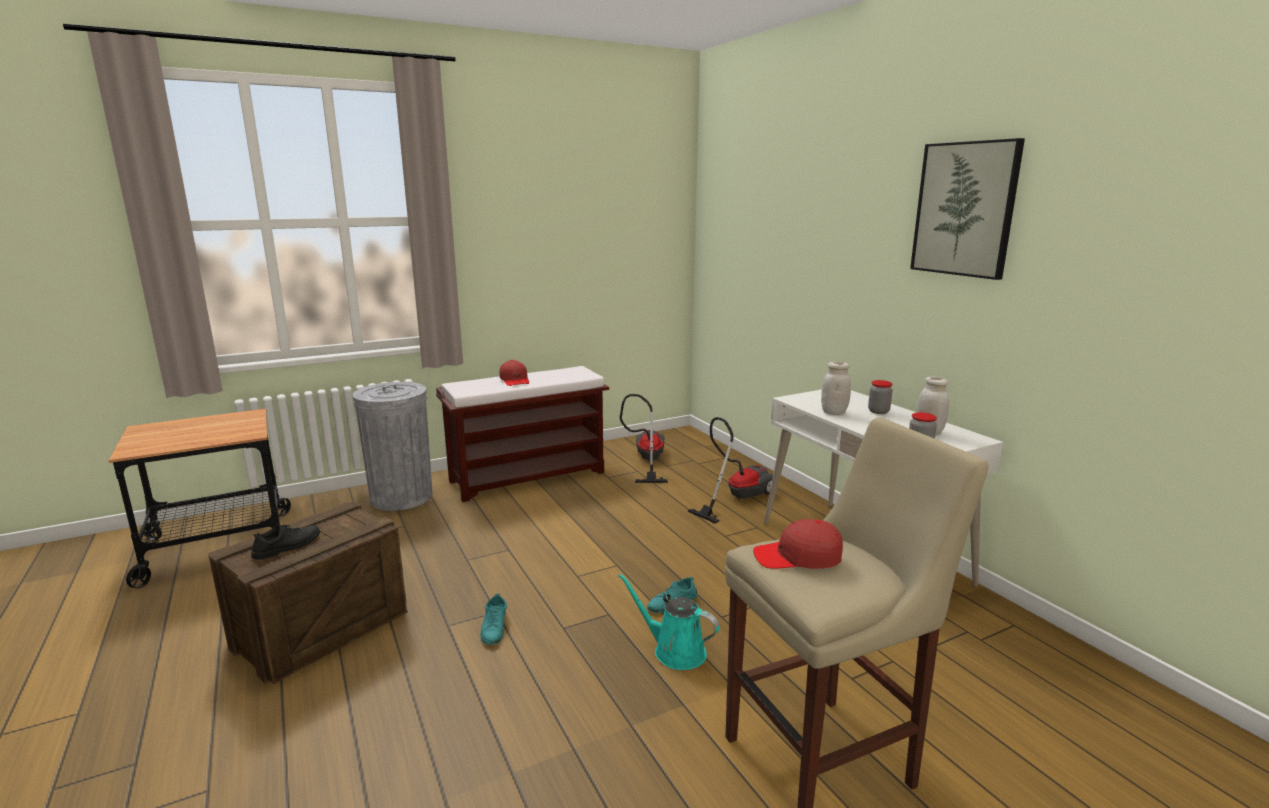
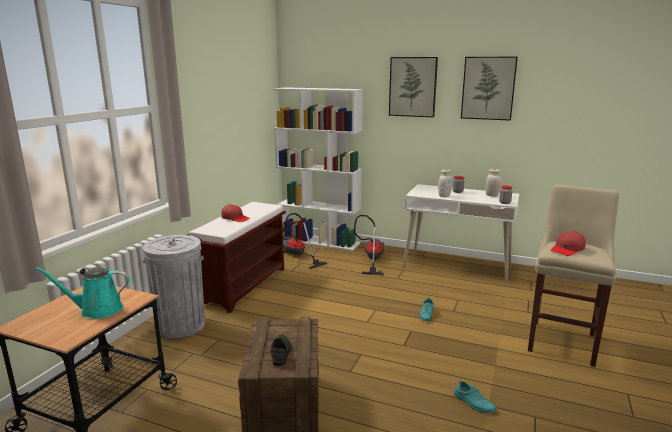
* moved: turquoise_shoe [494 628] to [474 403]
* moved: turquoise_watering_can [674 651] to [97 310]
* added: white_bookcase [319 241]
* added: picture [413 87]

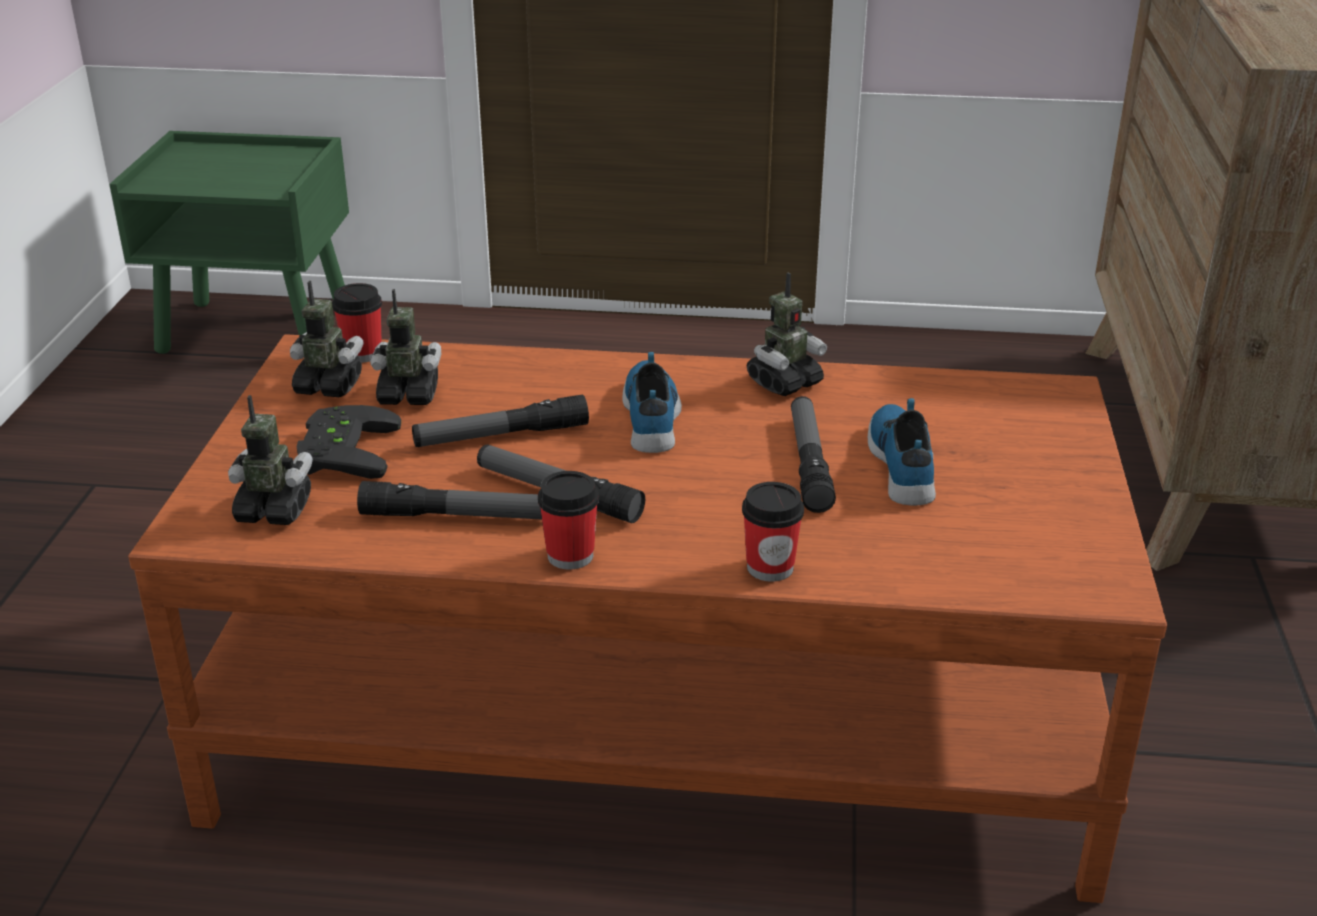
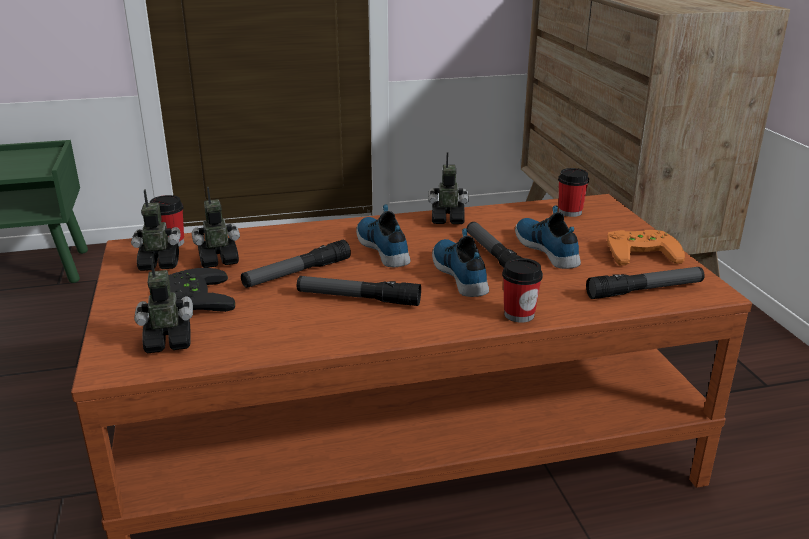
* moved: flashlight [456 516] to [645 290]
* moved: cup [570 556] to [570 212]
* turned: toy_robot [784 382] = [447 220] 120 degrees counterclockwise
* added: shoe [461 273]
* added: orange_game_controller [640 251]

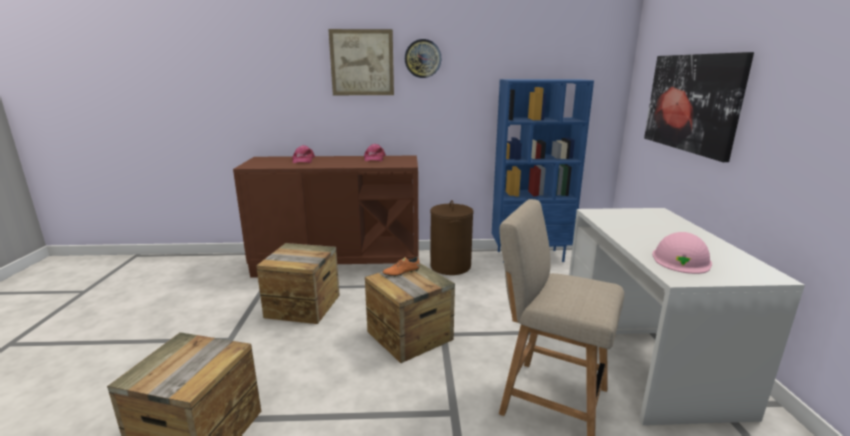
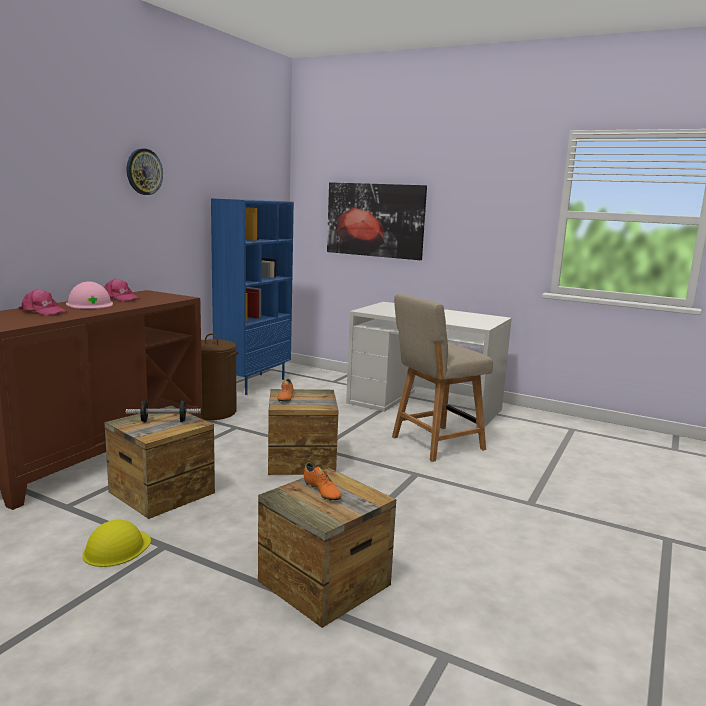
* removed: picture [362 63]
* moved: pink_hard_hat [681 259] to [90 304]
* added: yellow_hard_hat [116 548]
* added: dumbbell [164 421]
* added: orange_shoe [321 492]

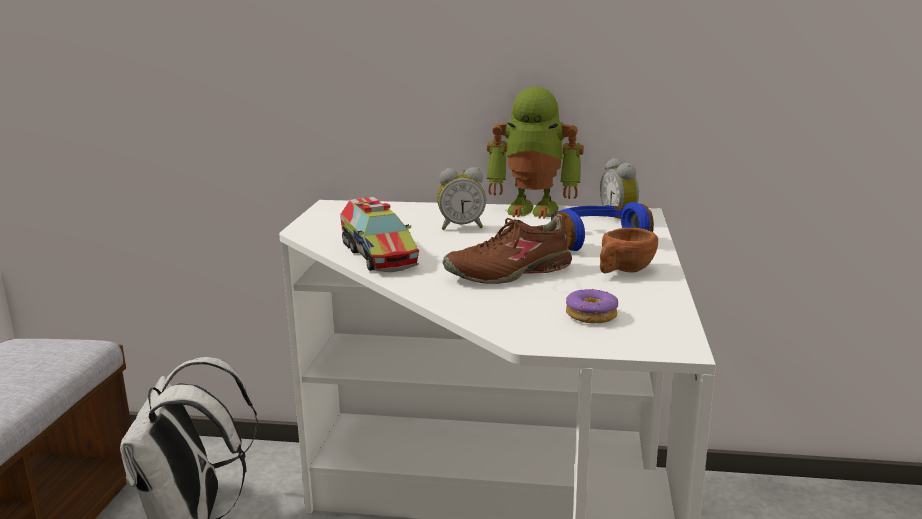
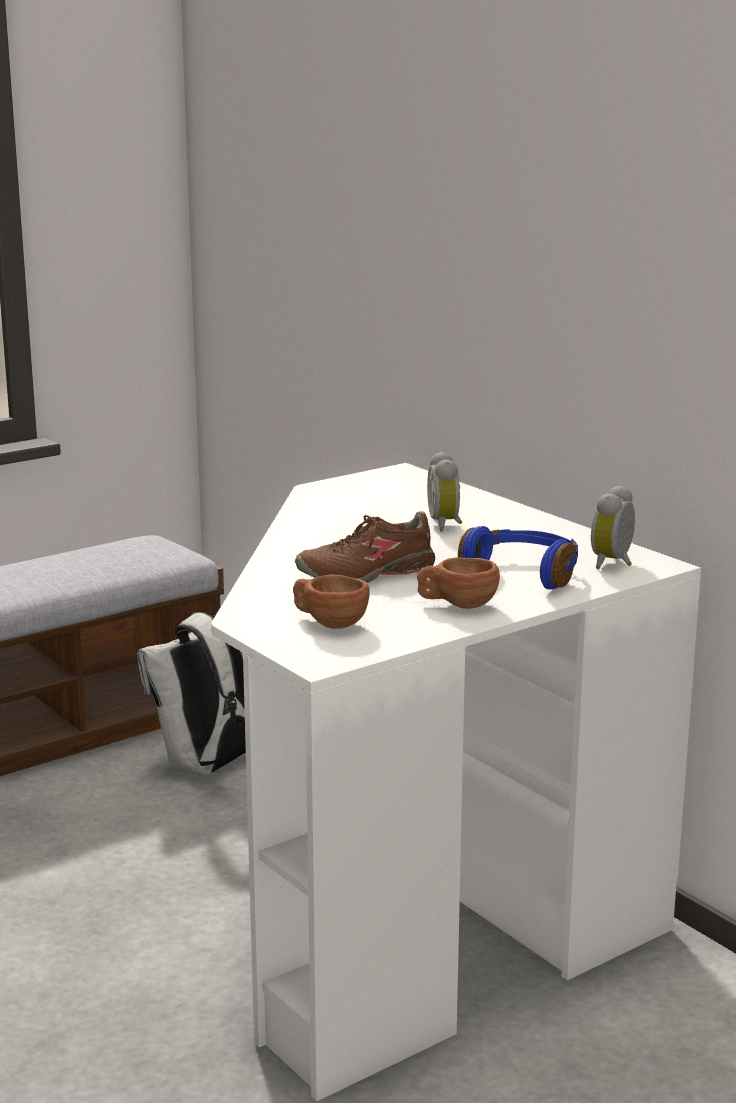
* removed: toy_truck [378 254]
* turned: alarm_clock [461 227] = [446 524] 45 degrees clockwise
* turned: brown_shoe [509 273] = [367 573] 45 degrees counterclockwise
* removed: toy_robot [534 209]
* replaced: donut [592 315] to brown_cup [329 623]

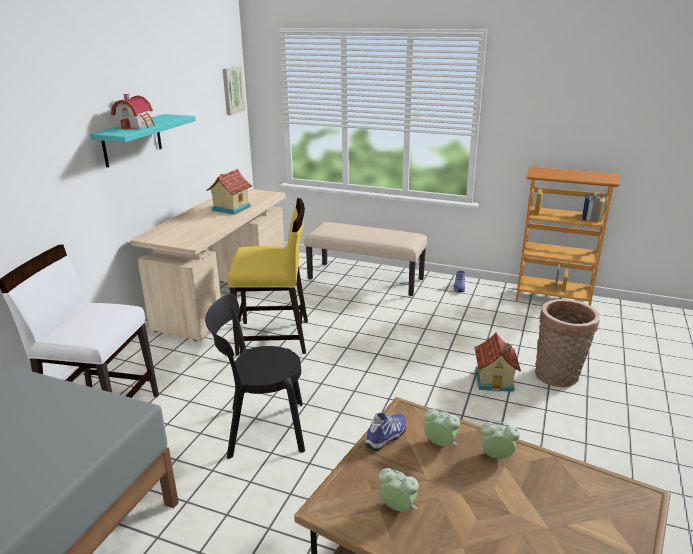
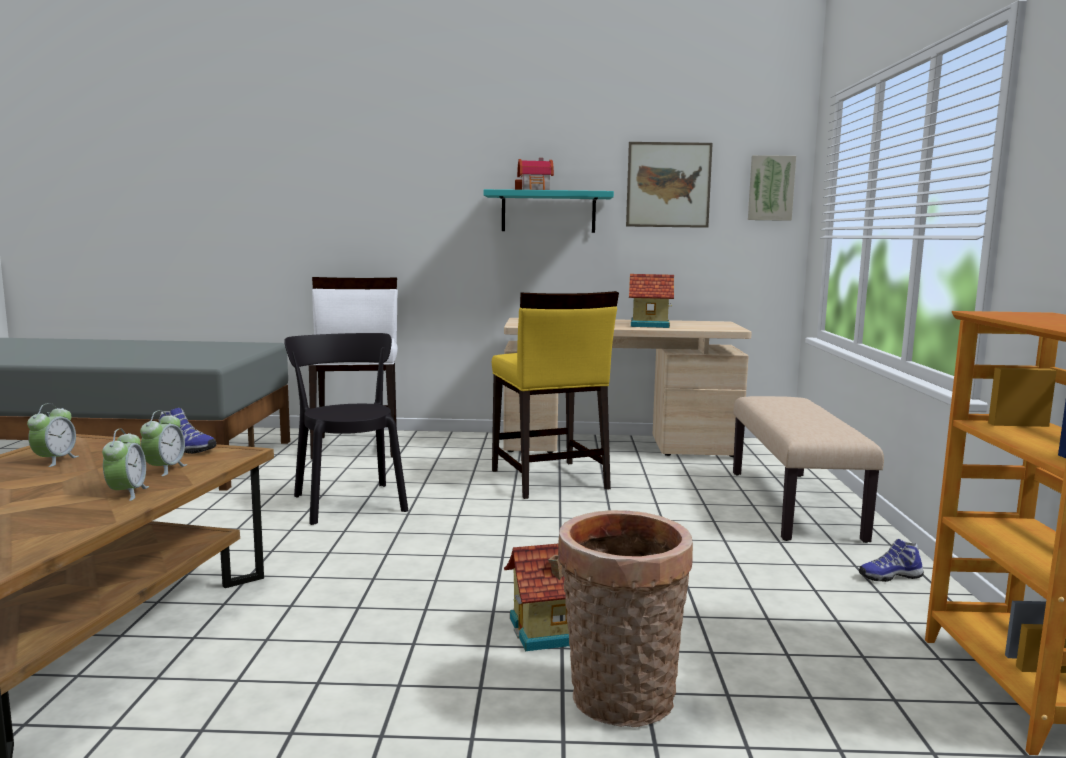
* added: picture [668 185]

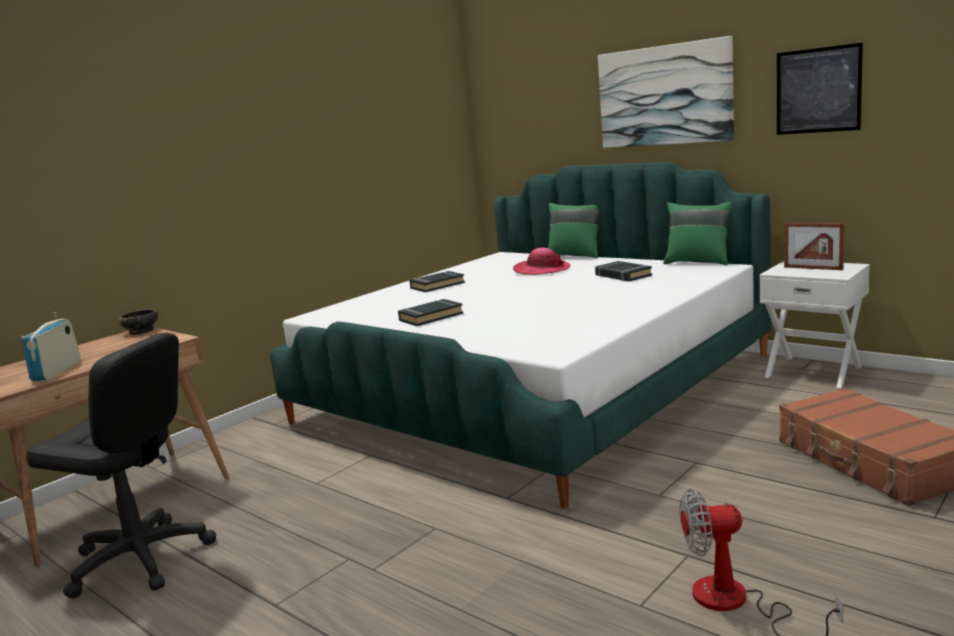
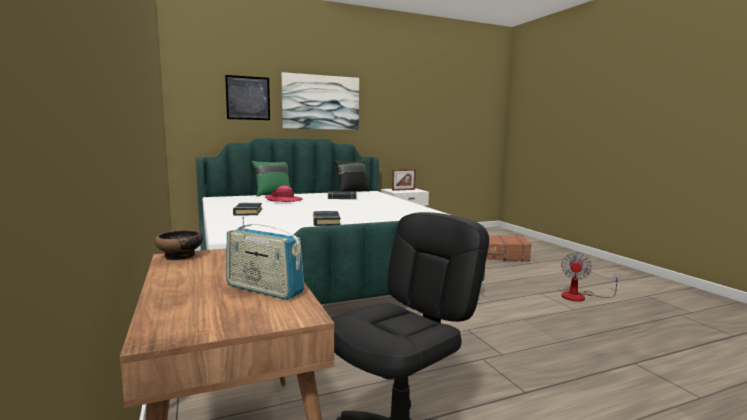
* recoloured: green_pillow [698 262] to black_pillow [351 191]
* moved: picture [818 90] to [248 98]

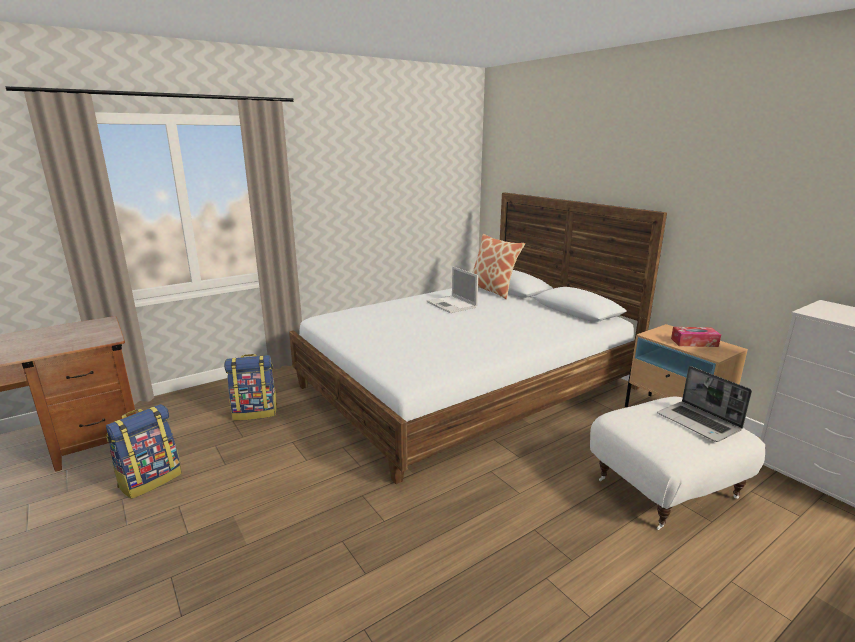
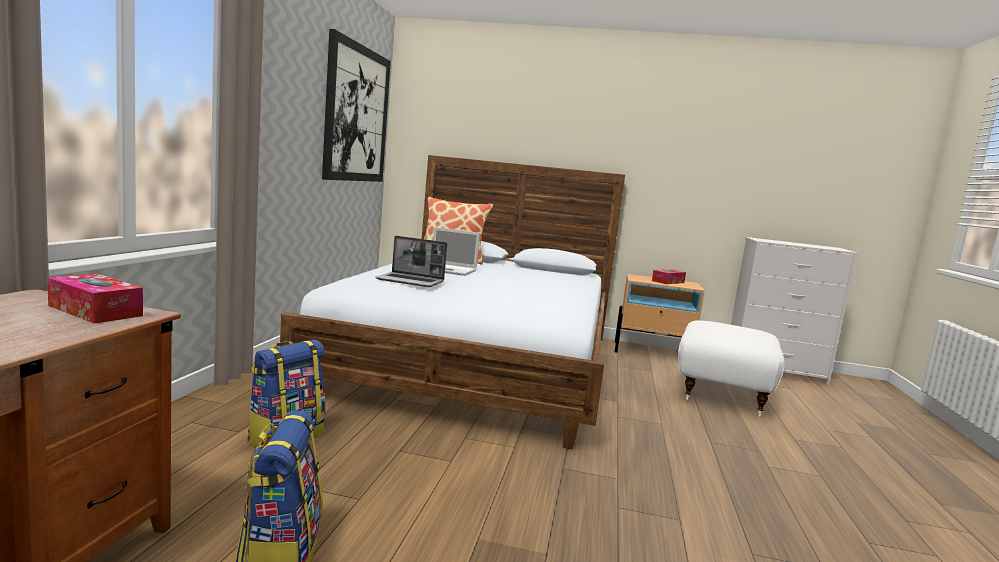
* moved: laptop [699 423] to [411 281]
* added: tissue_box [95 311]
* added: picture [357 114]

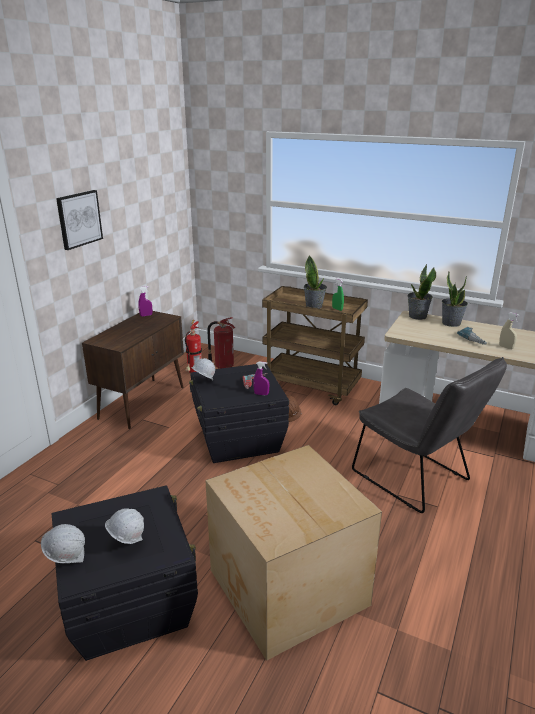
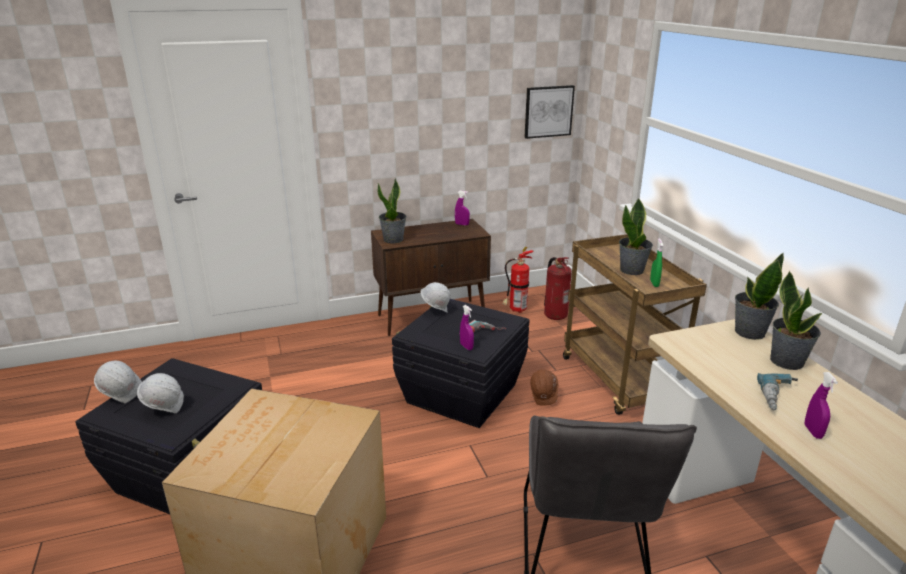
* moved: picture [79 219] to [548 111]
* recoloured: beige_spray_bottle [506 347] to purple_spray_bottle [813 432]
* added: potted_plant [393 239]

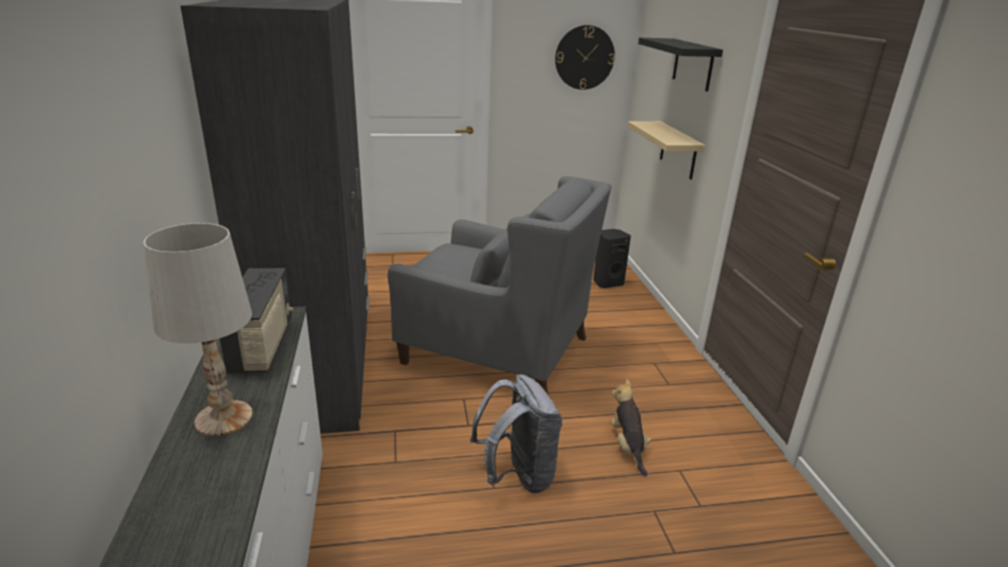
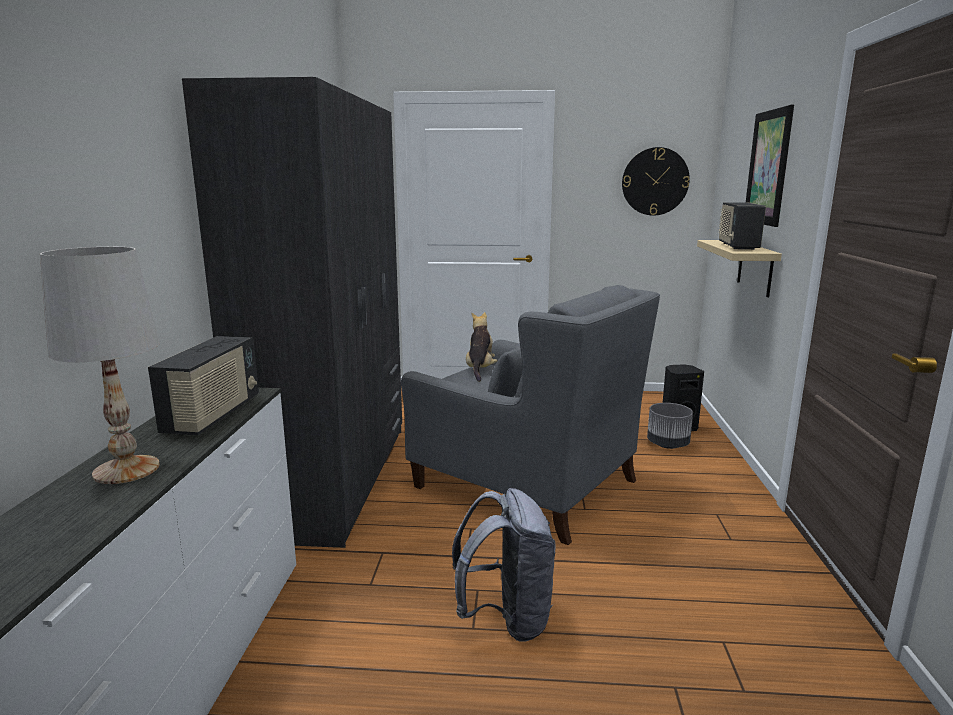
* moved: plush_toy [628 446] to [480 369]
* replaced: black_shelf [693 64] to picture [768 167]
* added: grey_planter [667 445]
* added: radio [737 246]

